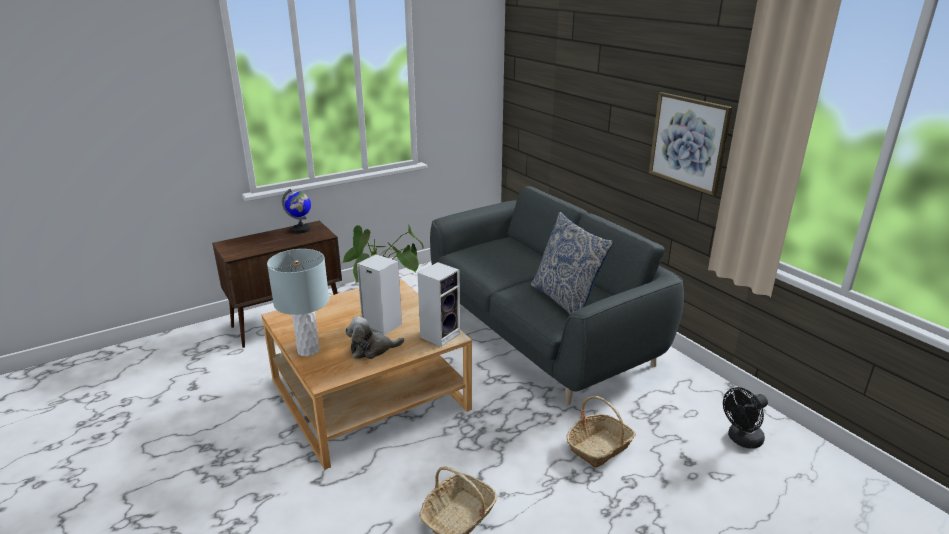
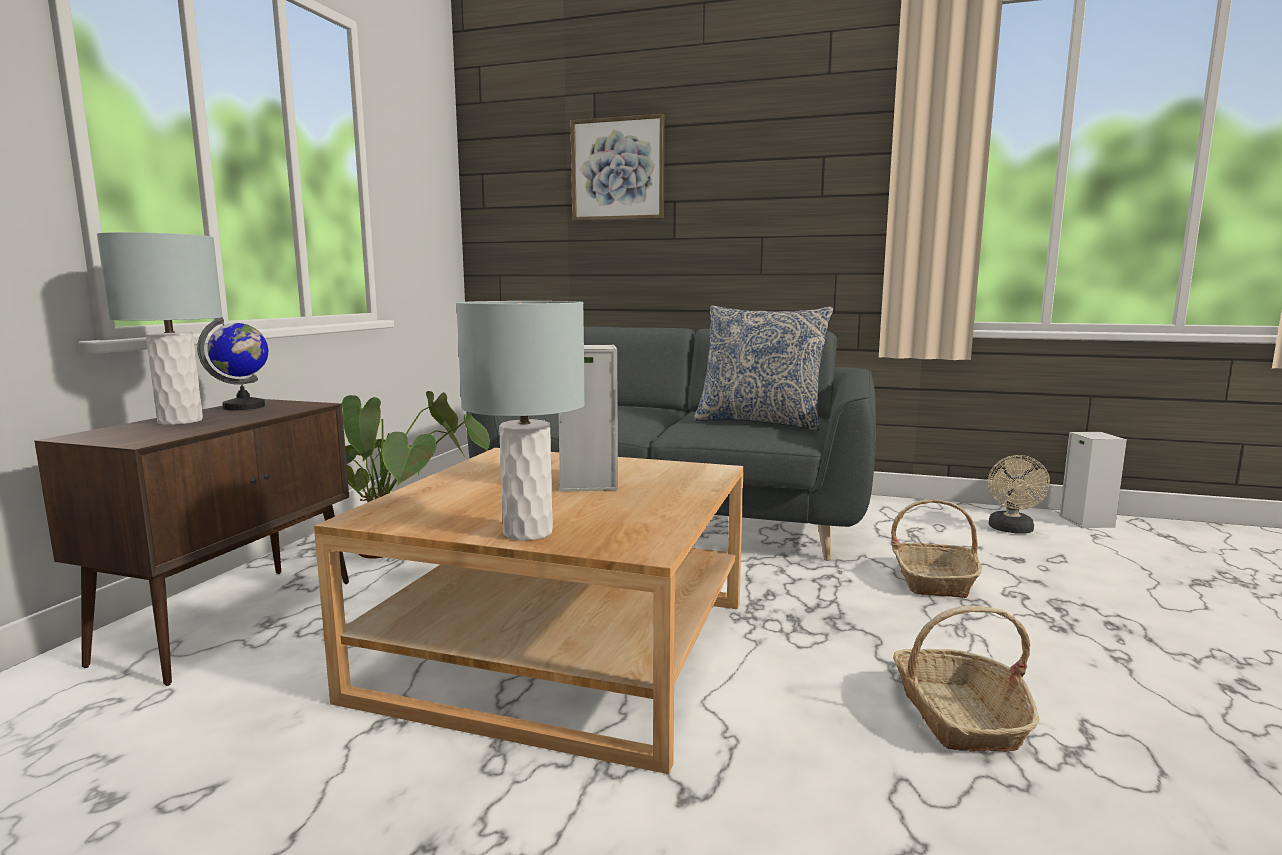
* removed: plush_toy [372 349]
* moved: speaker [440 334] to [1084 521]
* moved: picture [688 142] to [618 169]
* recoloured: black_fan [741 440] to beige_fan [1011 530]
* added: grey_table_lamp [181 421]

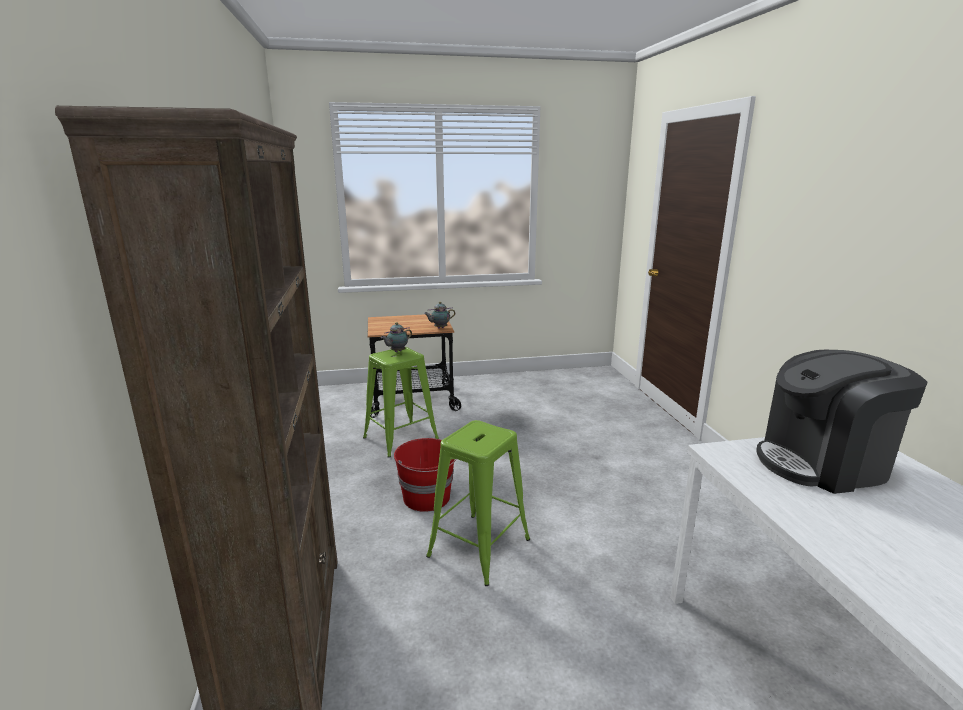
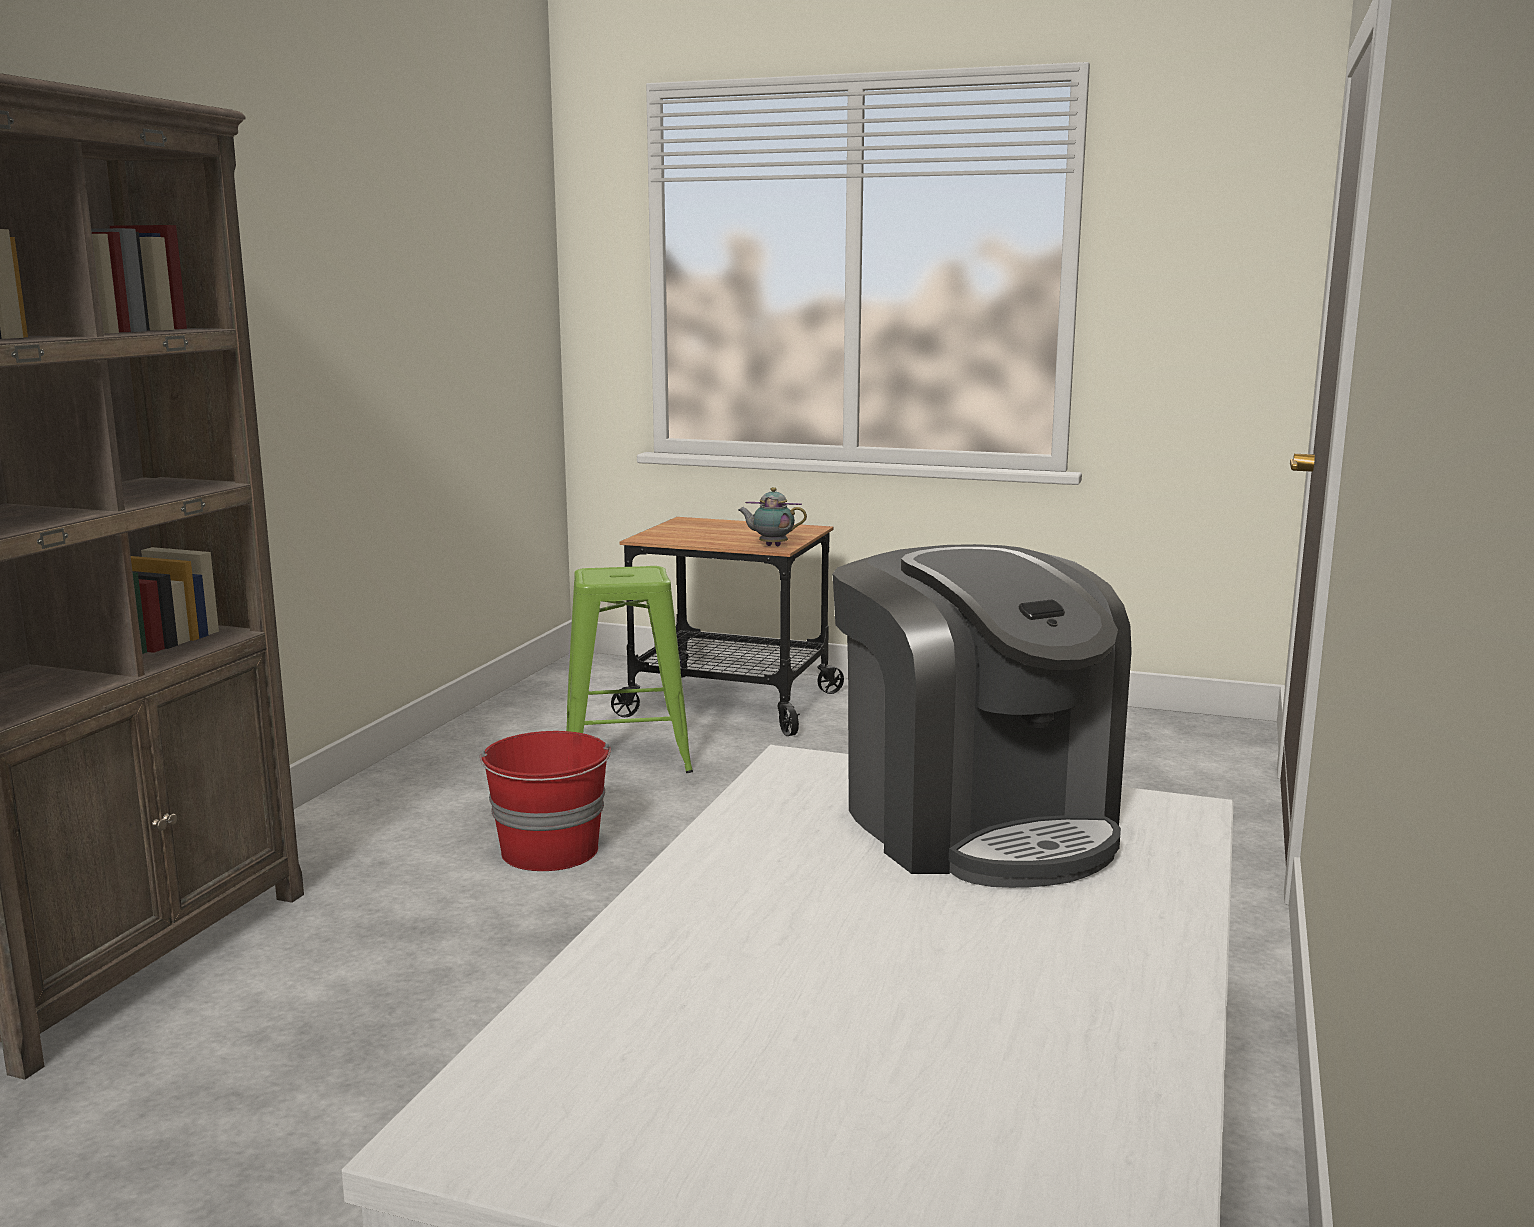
* removed: teapot [397 351]
* removed: green_stool [478 548]
* turned: coffee_machine [823 463] = [976 822] 135 degrees counterclockwise

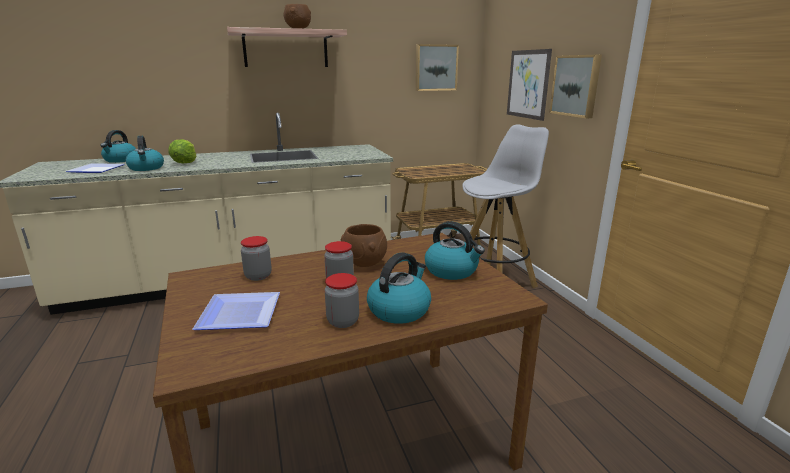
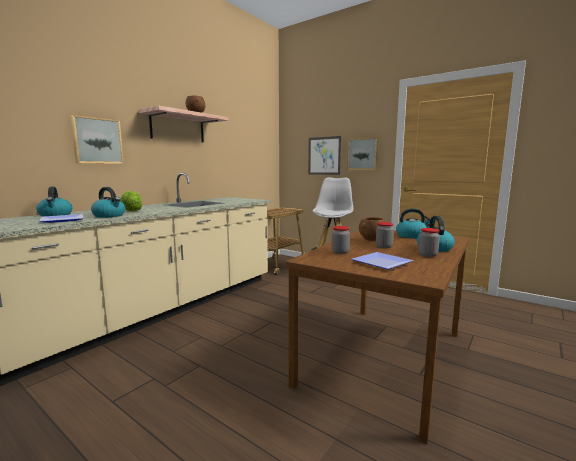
* moved: picture [435 67] to [97 141]

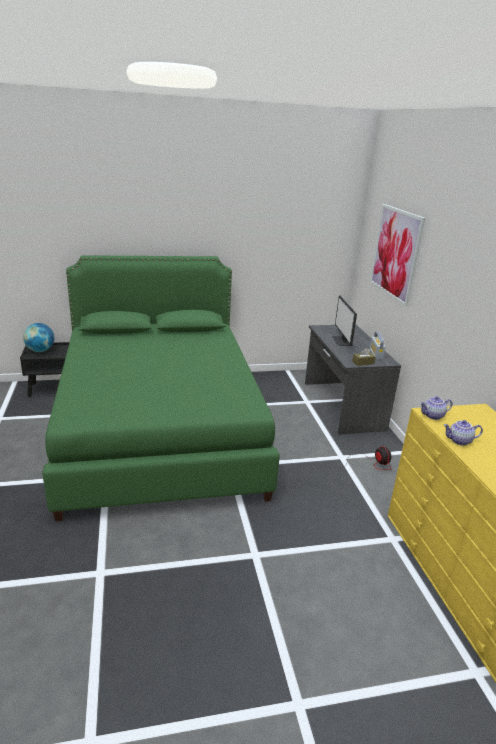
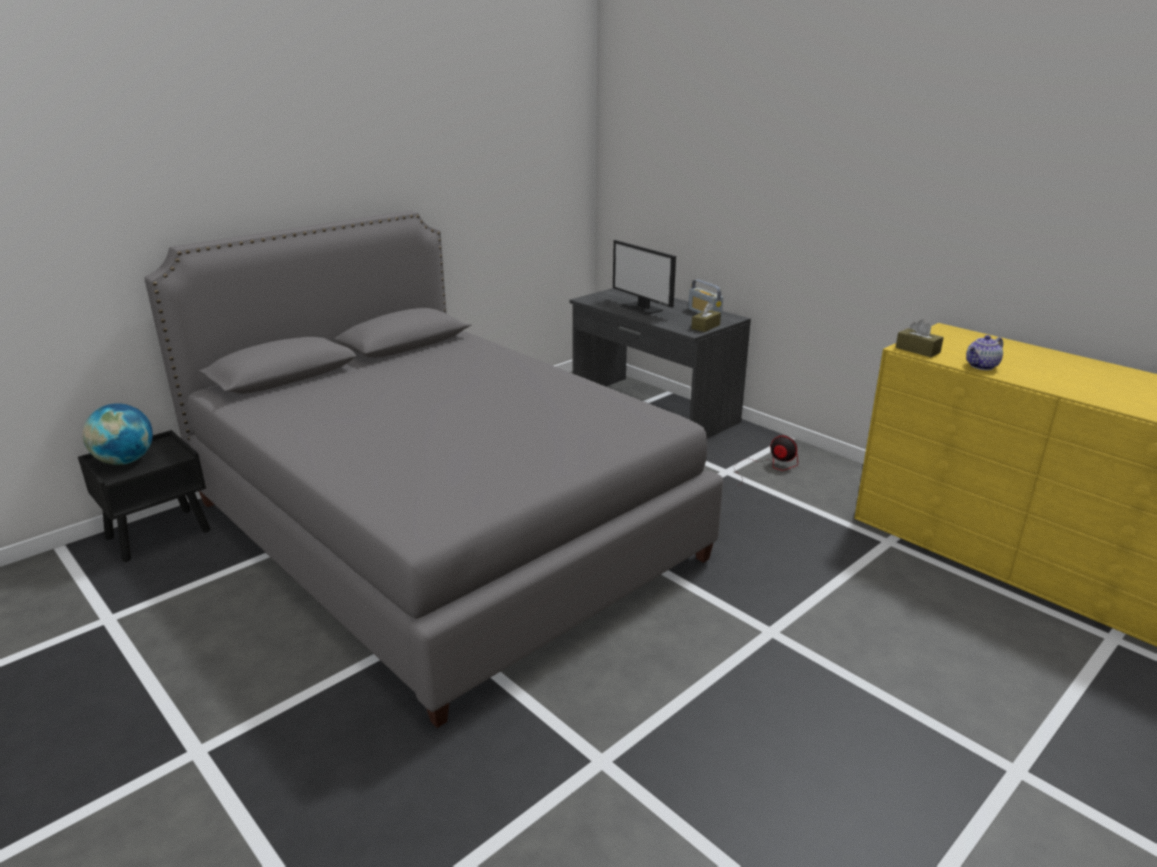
* recoloured: green_bed [159 431] to grey_bed [441 530]
* removed: picture [395 253]
* replaced: teapot [433 416] to brown_tissue_box [917 350]

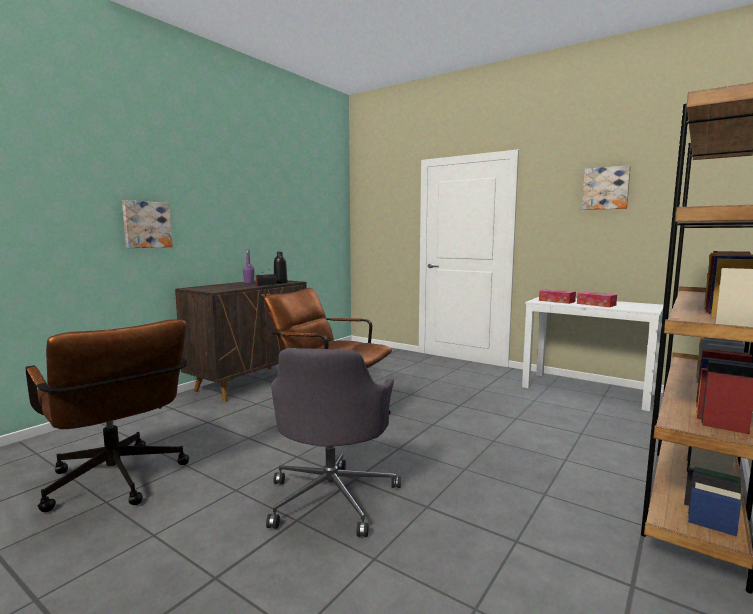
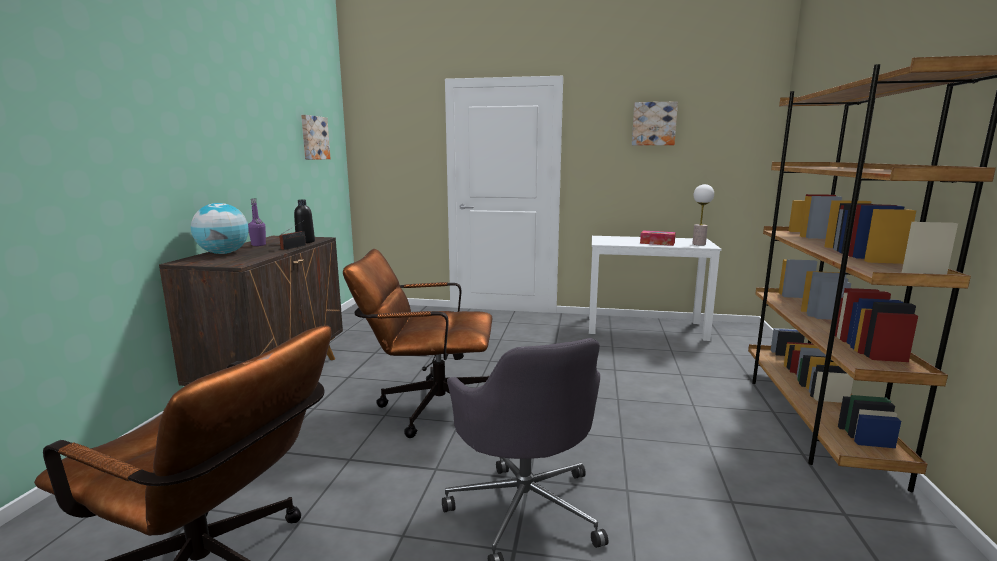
* moved: picture [146 224] to [314 138]
* removed: tissue_box [556 301]
* added: globe [223 253]
* added: table_lamp [699 244]

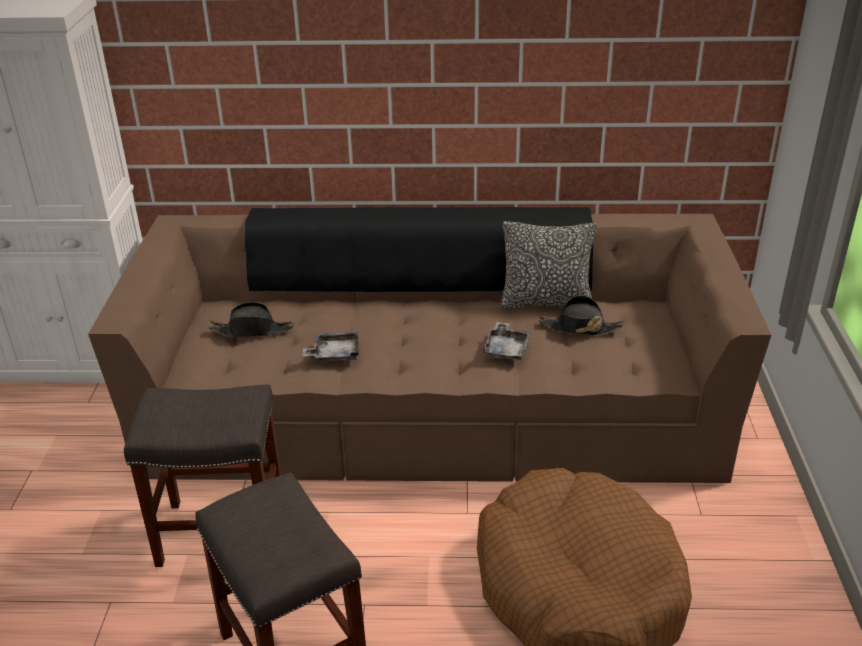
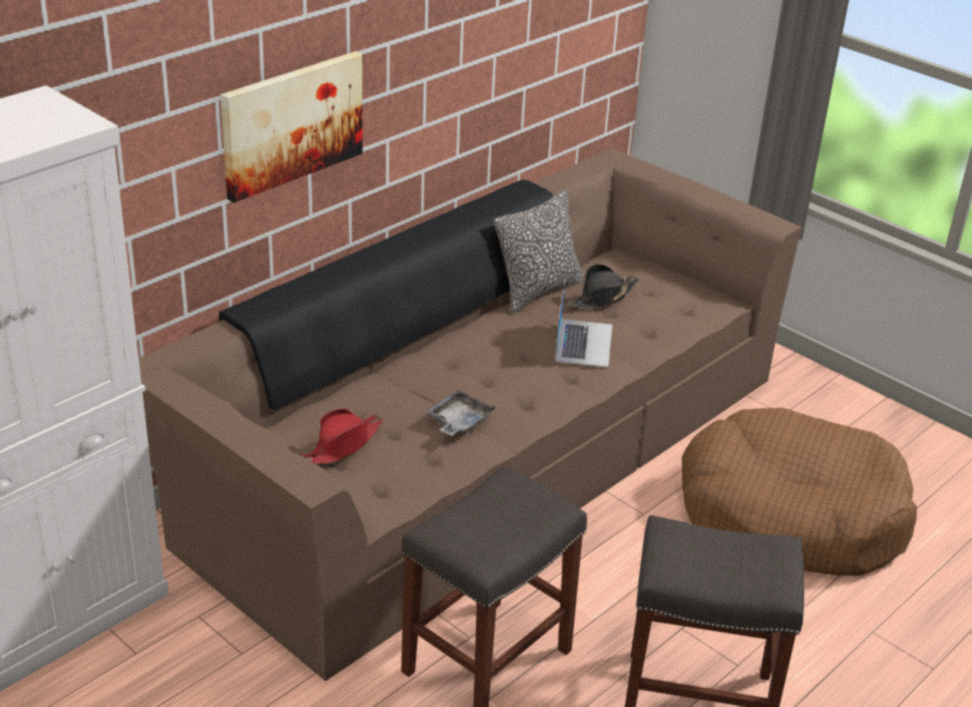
* recoloured: black_hat [252 330] to red_hat [343 444]
* replaced: grey_tray [506 349] to laptop [583 342]
* added: picture [292 124]

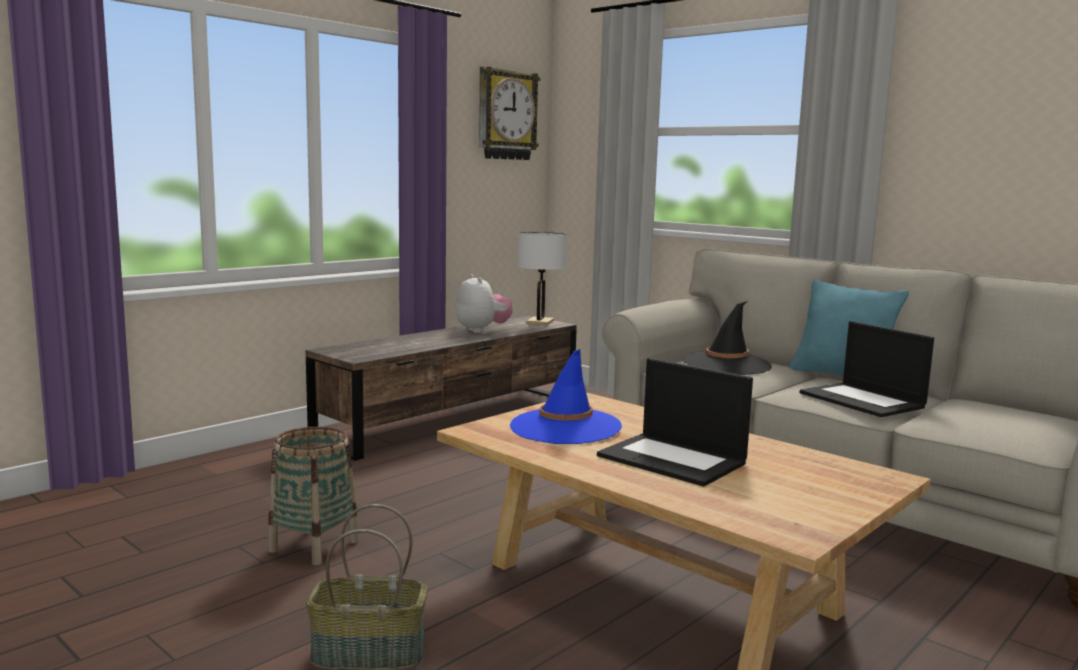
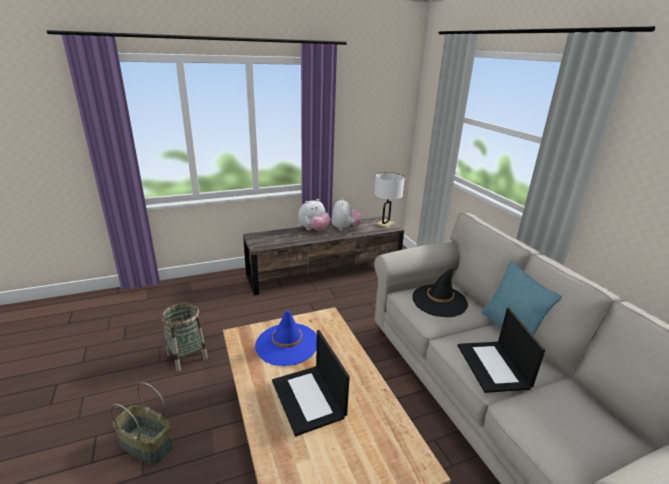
* removed: wall_clock [506 115]
* added: plush_toy [314 230]

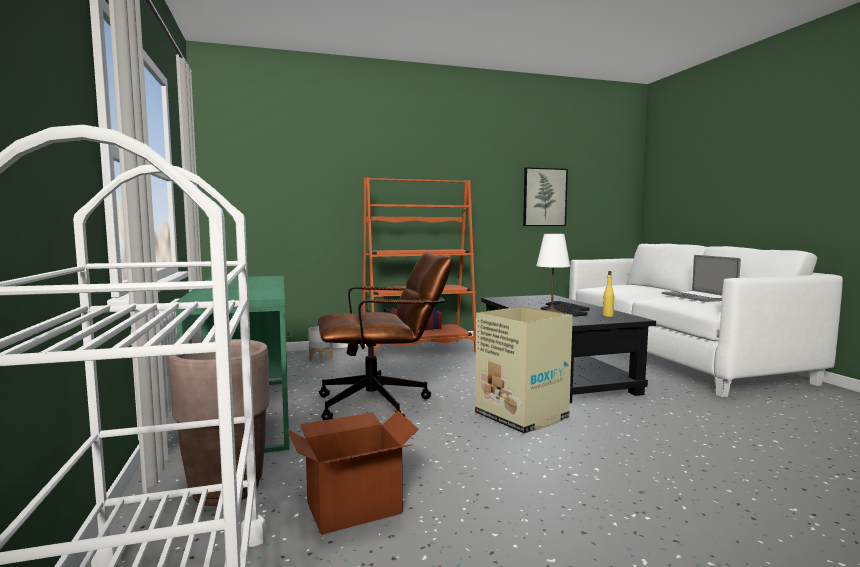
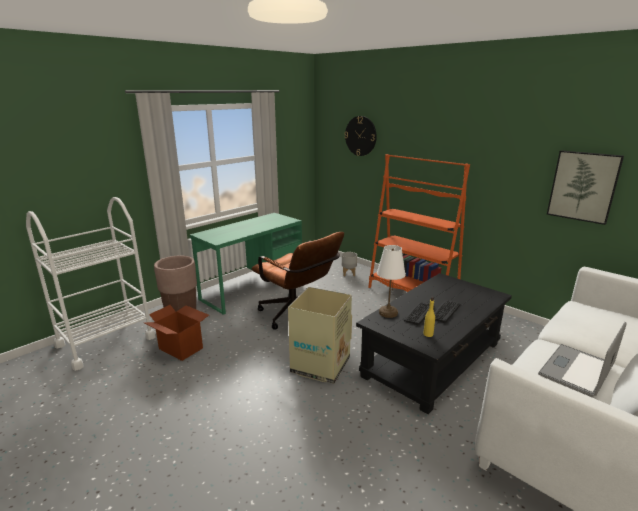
* added: wall_clock [360 136]

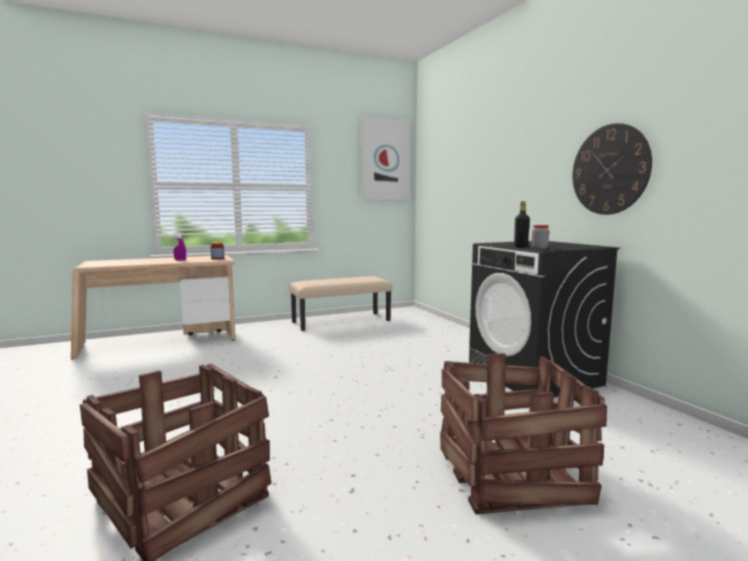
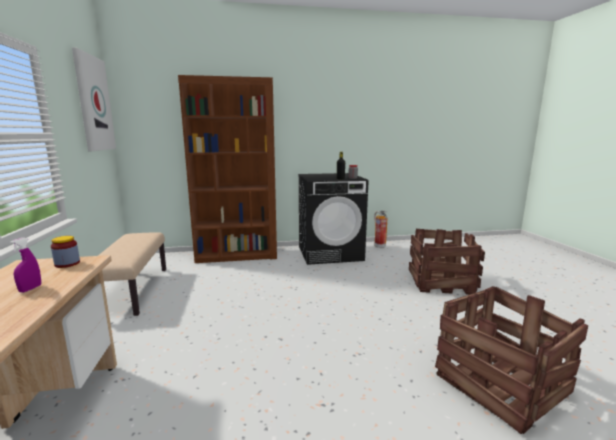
* removed: wall_clock [609 170]
* added: brown_bookcase [237 255]
* added: fire_extinguisher [379 246]

